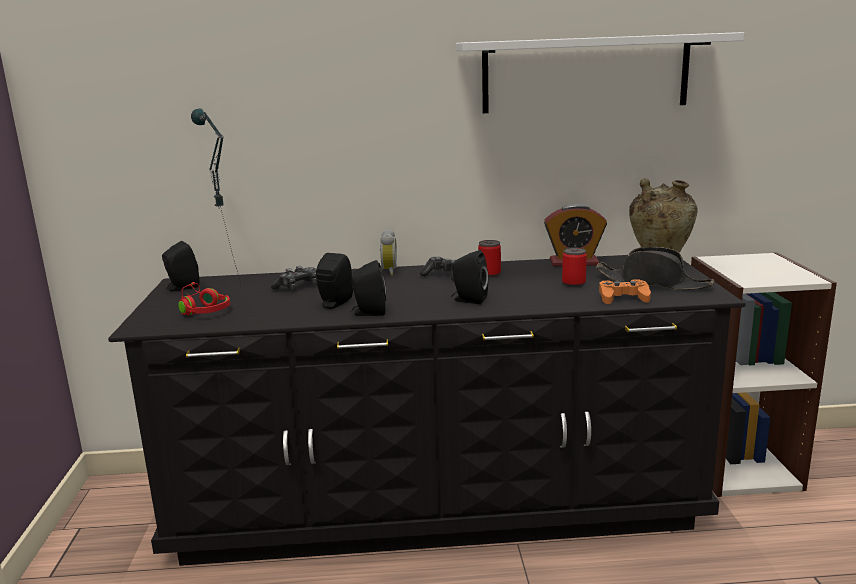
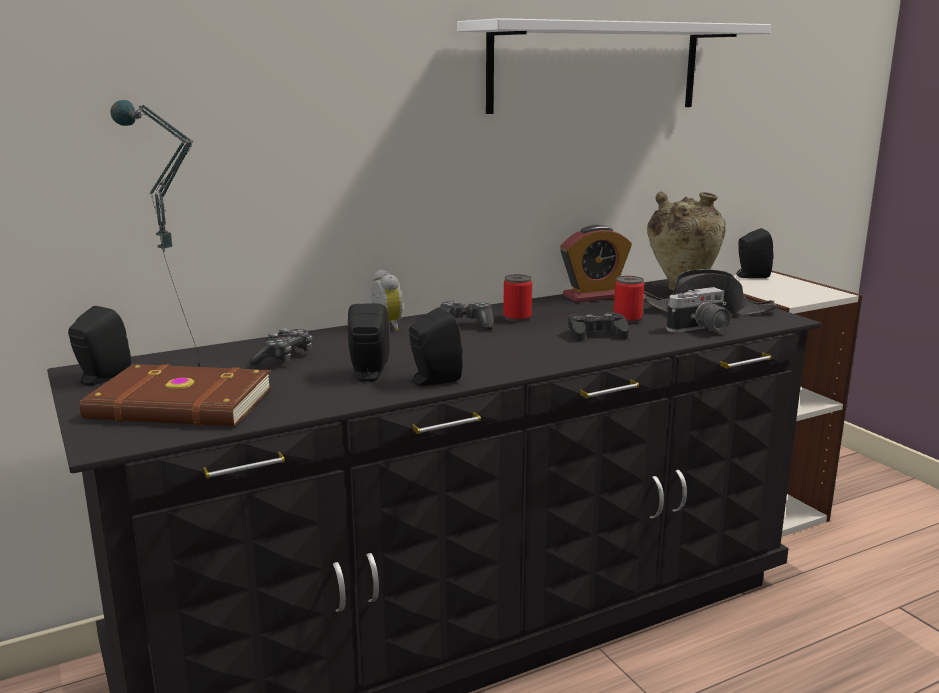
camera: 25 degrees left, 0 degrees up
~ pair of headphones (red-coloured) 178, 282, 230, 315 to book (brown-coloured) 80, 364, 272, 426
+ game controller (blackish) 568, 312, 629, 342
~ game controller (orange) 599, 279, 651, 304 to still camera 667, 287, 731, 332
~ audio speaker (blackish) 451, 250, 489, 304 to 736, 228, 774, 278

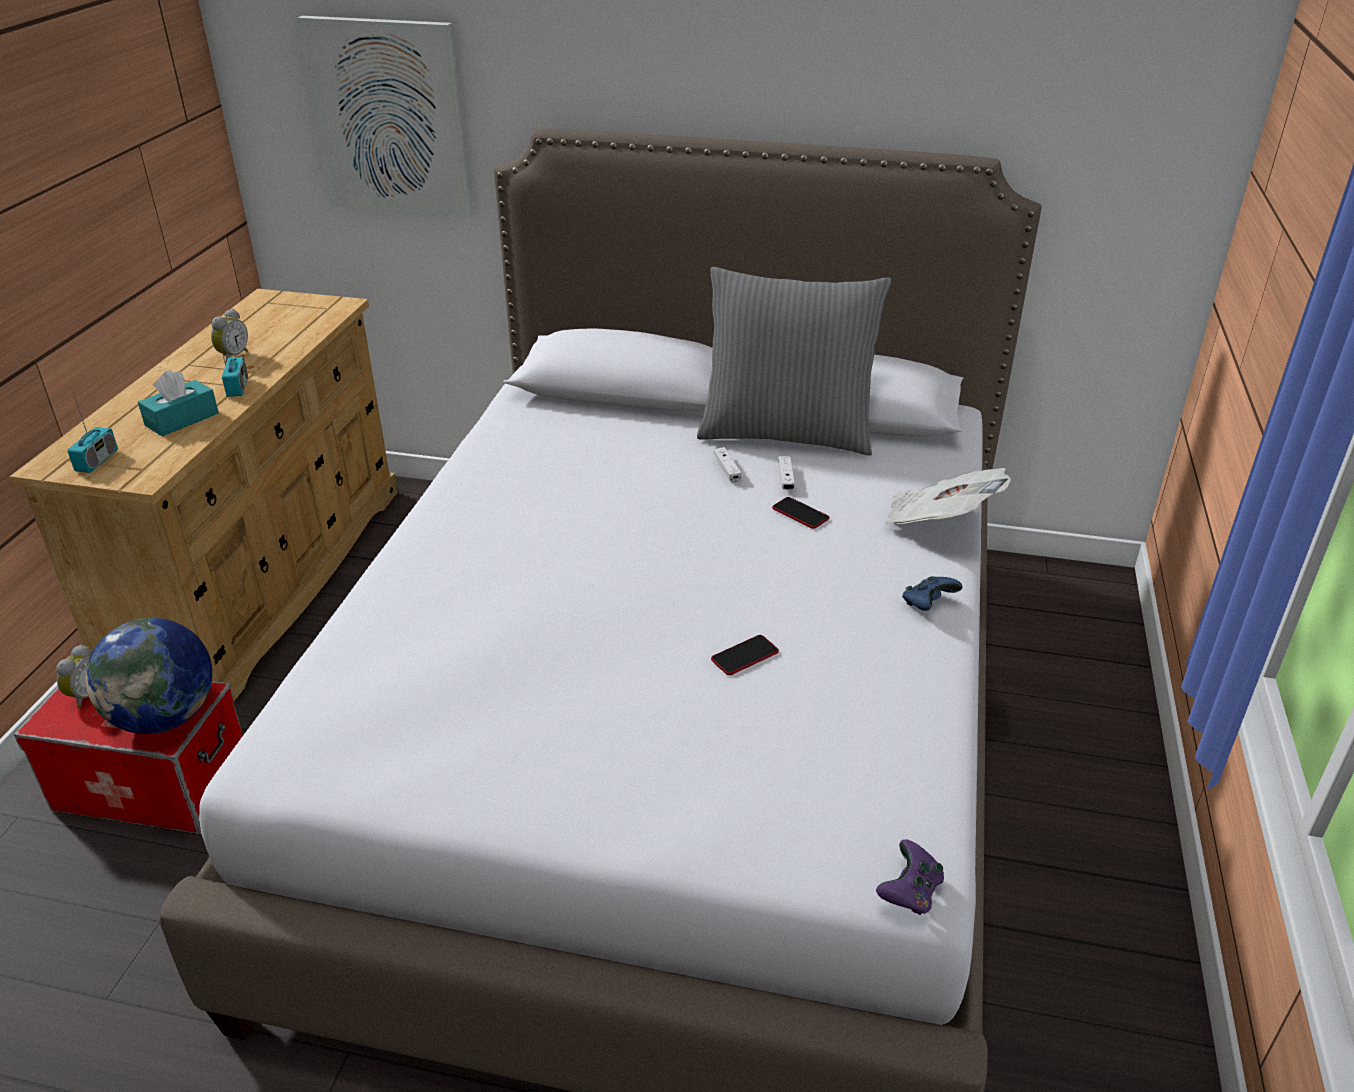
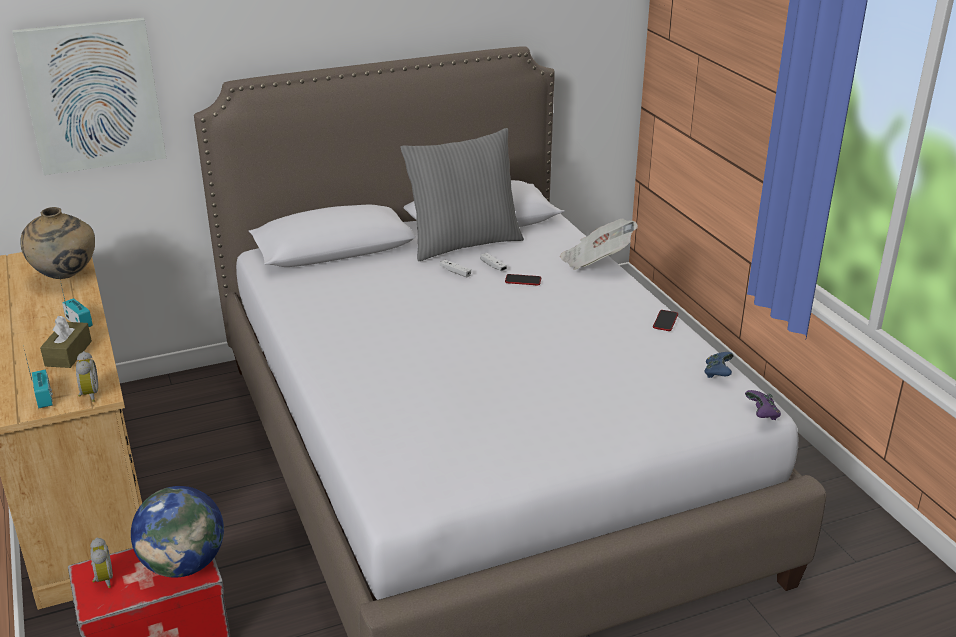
camera: 35 degrees left, 5 degrees down
+ flower vase (sand-coloured) 20, 207, 95, 279
~ tissue box (turquoise) 138, 370, 219, 436 to tissue box (brown-coloured) 40, 315, 92, 368
~ table clock 211, 309, 248, 363 to 76, 351, 98, 402
~ handset 711, 635, 779, 675 to 653, 310, 678, 331
~ game controller (blue-coloured) 902, 576, 963, 611 to 705, 352, 734, 378

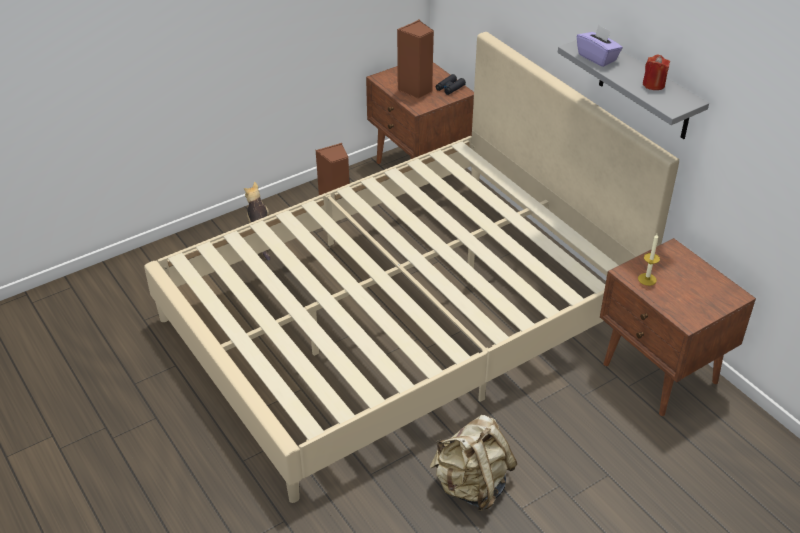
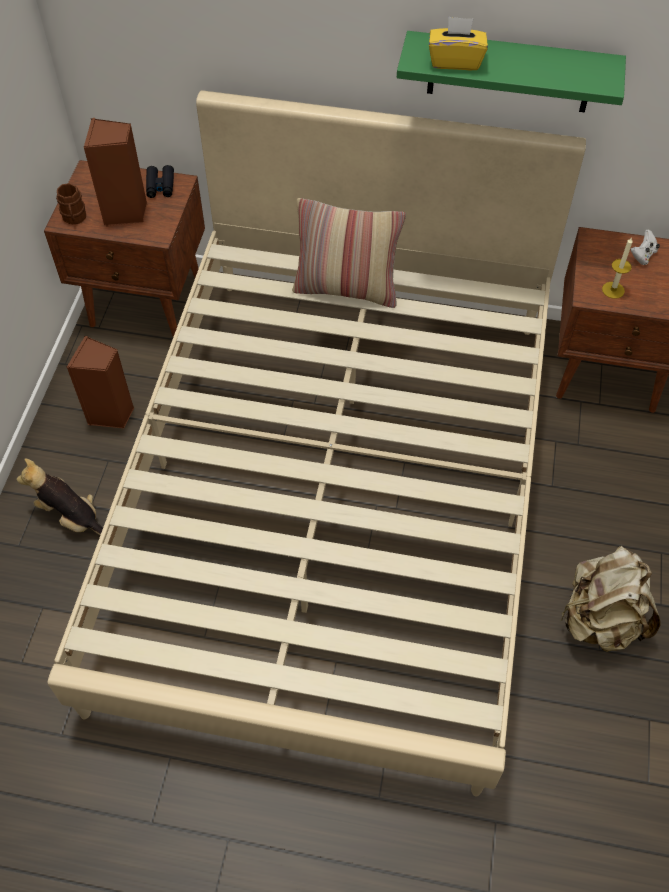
camera: 45 degrees left, 15 degrees up
+ tea mug (brown-coloured) 56, 183, 87, 225
+ cushion 292, 198, 406, 308
~ bracket shelf (grey) 558, 40, 709, 139 to bracket shelf (greenish) 397, 31, 626, 112
~ tissue box (purplish) 577, 25, 623, 67 to tissue box (yellow-coloured) 429, 16, 488, 70
+ game controller (whitish) 631, 229, 660, 265
- candle (red-coloured) 643, 55, 670, 90

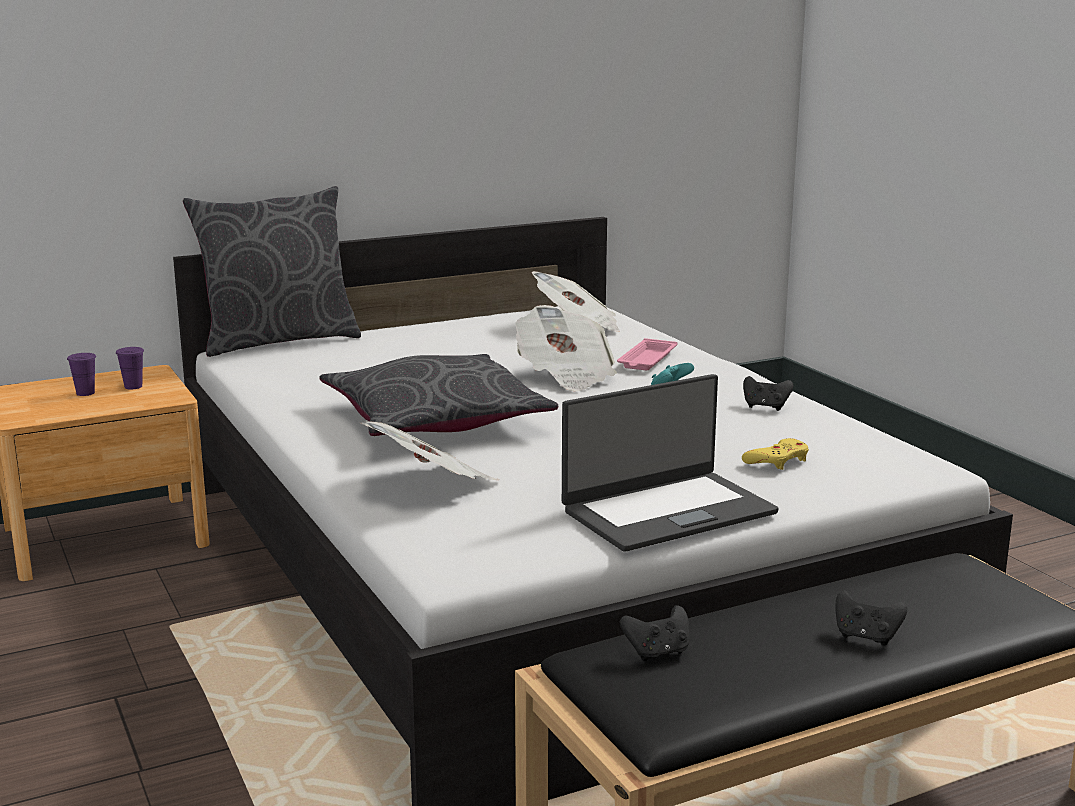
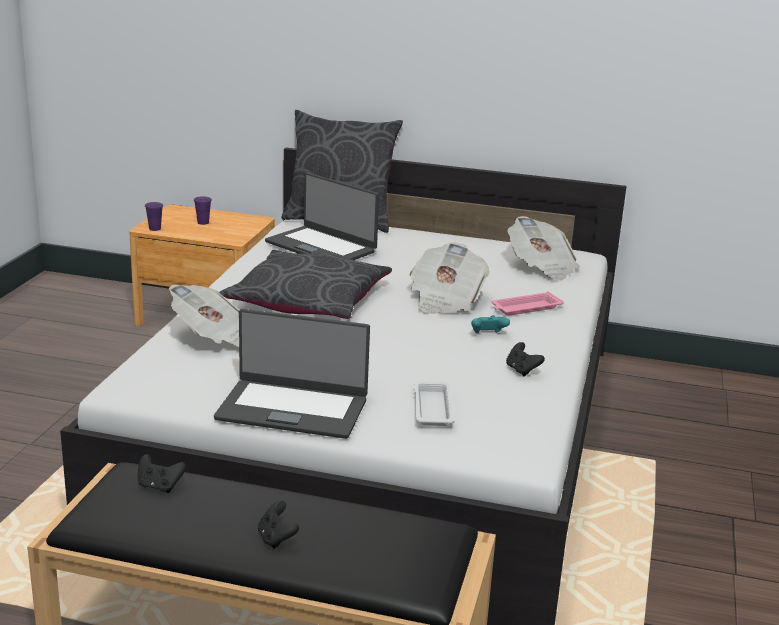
camera: 40 degrees right, 5 degrees up
~ small cup (purplish) 116, 347, 144, 389 to 145, 202, 163, 231
+ laptop 265, 173, 379, 260
~ game controller (yellow-coloured) 742, 438, 809, 470 to tray (whitish) 414, 381, 454, 426

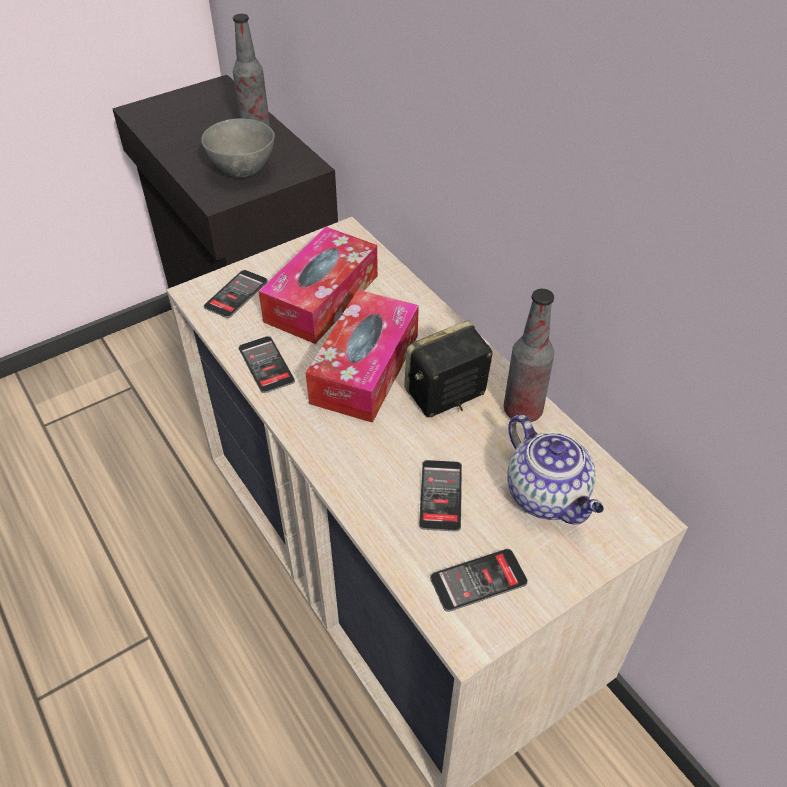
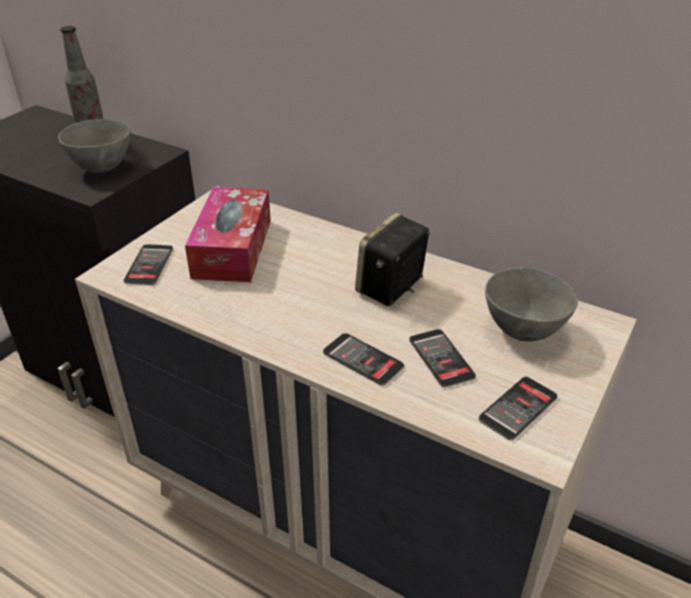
camera: 25 degrees left, 10 degrees down
~ handset 239, 336, 295, 393 to 323, 333, 404, 386
~ pot for tea 507, 415, 604, 525 to deep dish (grey) 485, 267, 578, 342
- tissue box 306, 290, 419, 423
- drink bottle 504, 289, 554, 422

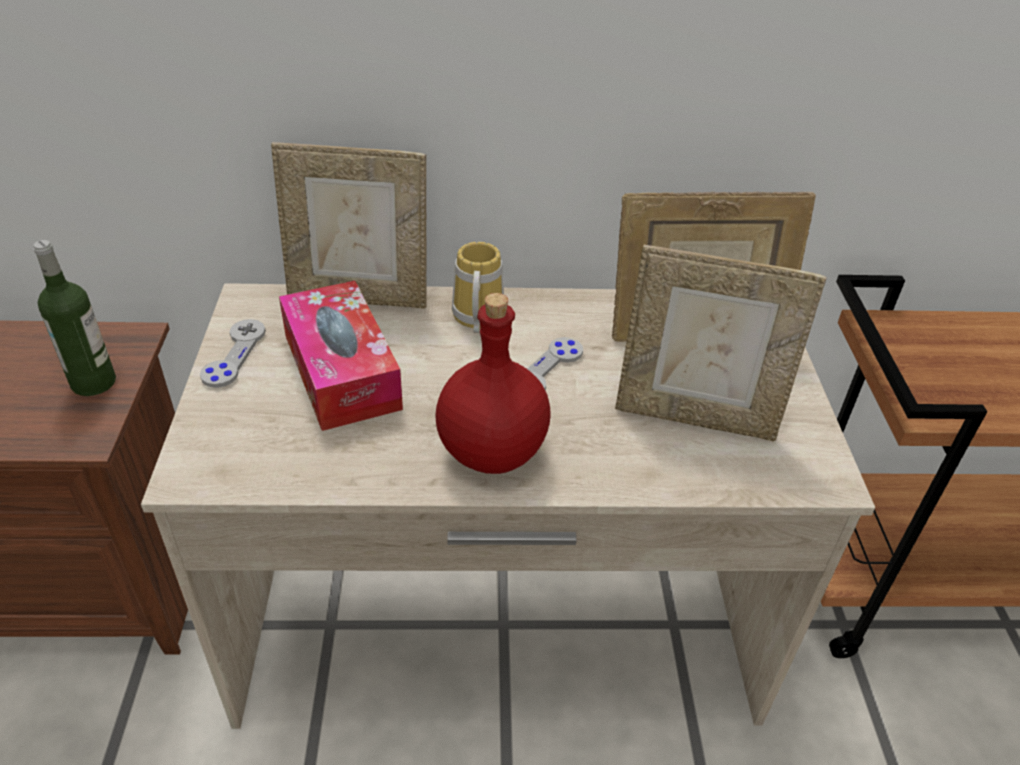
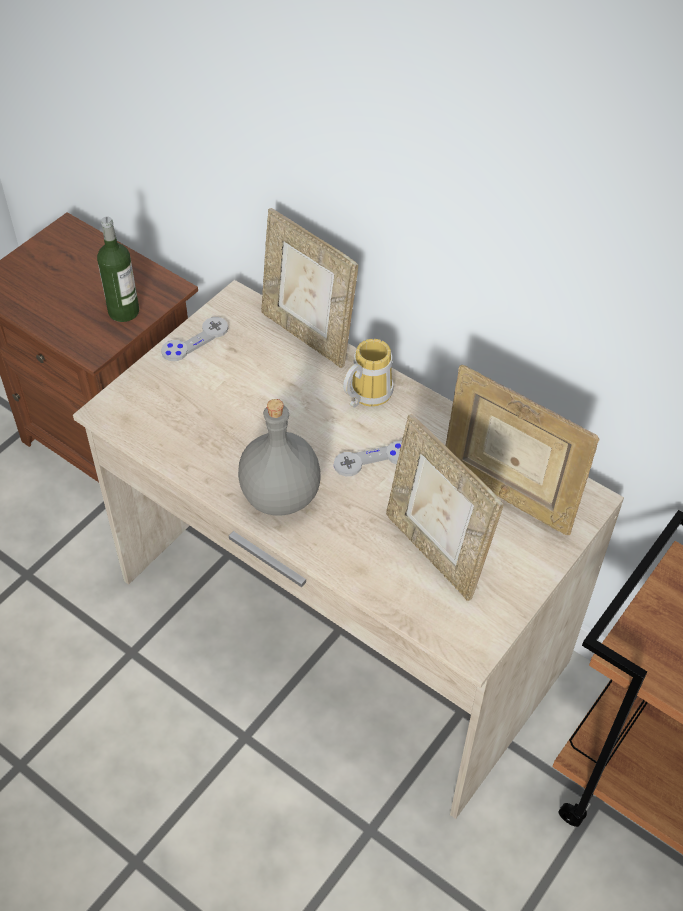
camera: 40 degrees right, 10 degrees up
~ drink bottle (red-coloured) 436, 293, 551, 474 to drink bottle (grey) 238, 399, 321, 516
- tissue box 279, 281, 403, 431

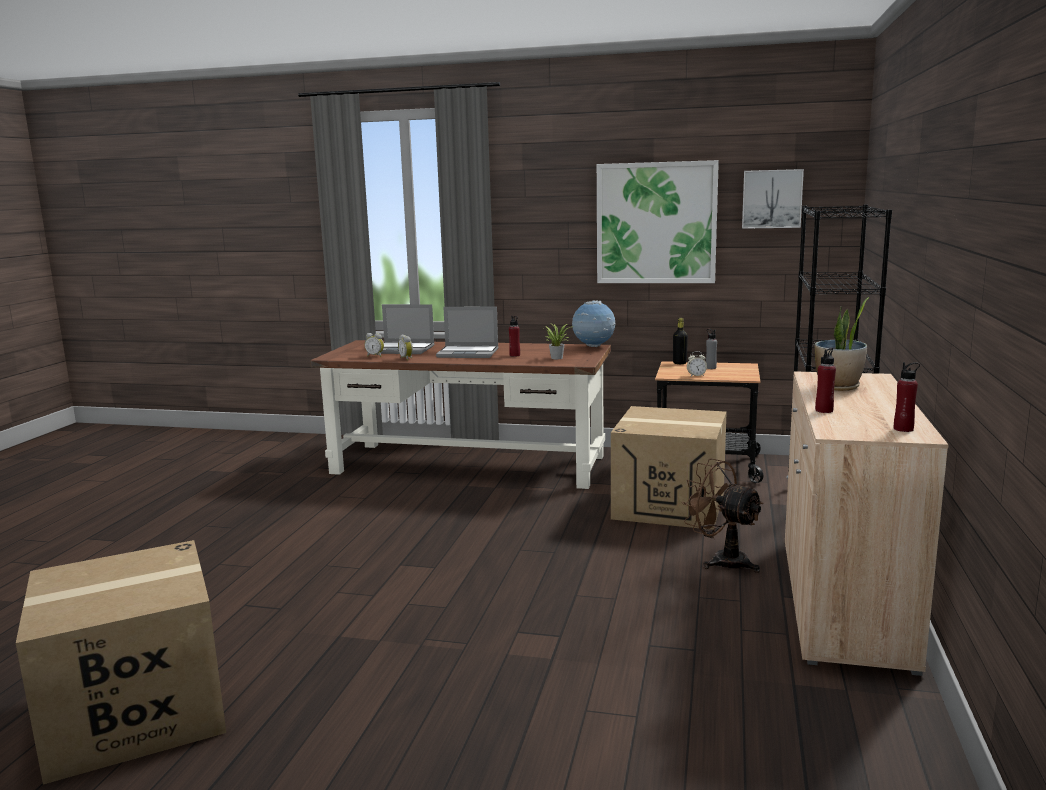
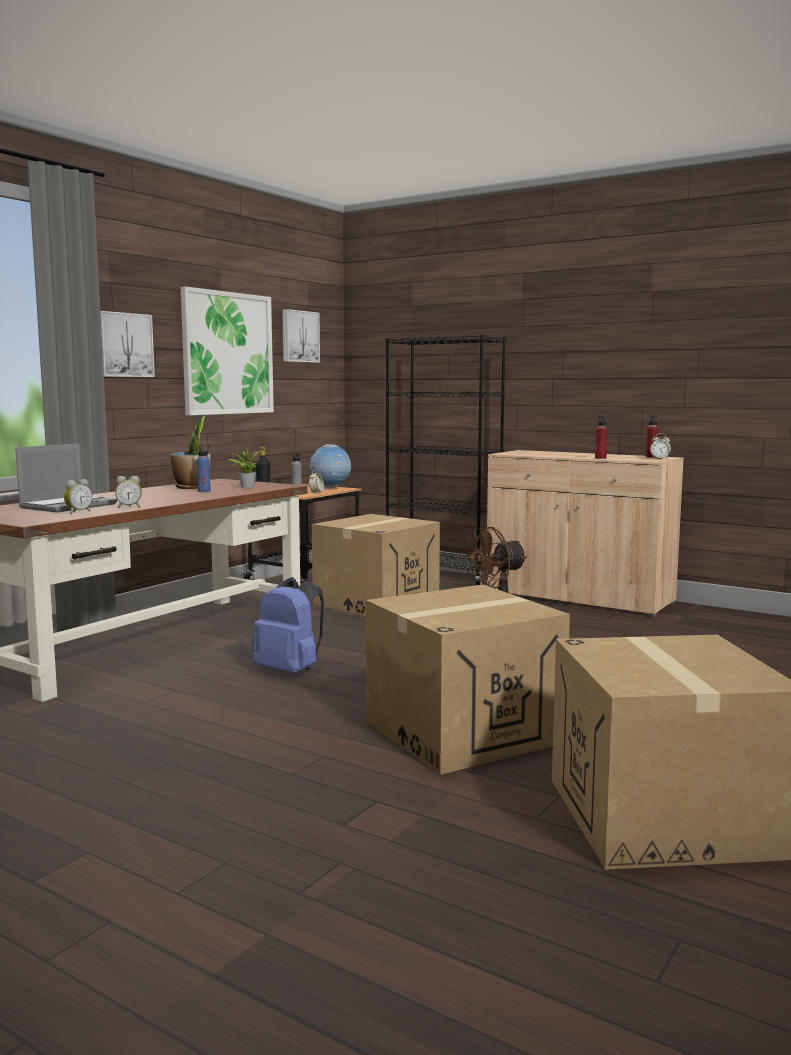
camera: 70 degrees left, 5 degrees down
+ wall art 100, 311, 155, 377
~ houseplant 815, 297, 869, 391 to 170, 416, 211, 489
~ drink bottle (red-coloured) 509, 316, 520, 357 to drink bottle (blue-coloured) 197, 445, 211, 492
+ knapsack (blue-coloured) 252, 577, 324, 673
~ globe 572, 300, 616, 347 to 310, 444, 352, 488
+ cardboard box 366, 585, 570, 775
+ table clock 650, 433, 671, 459
- laptop 436, 306, 498, 358

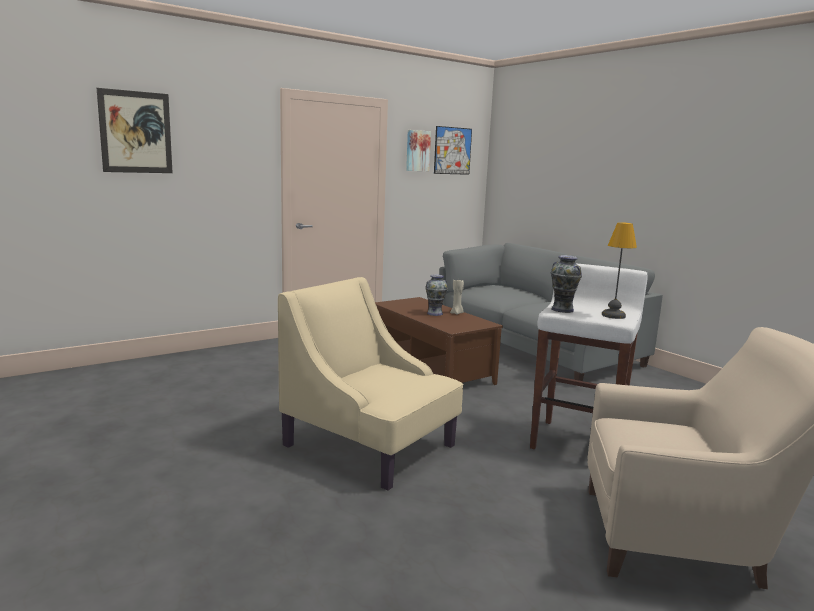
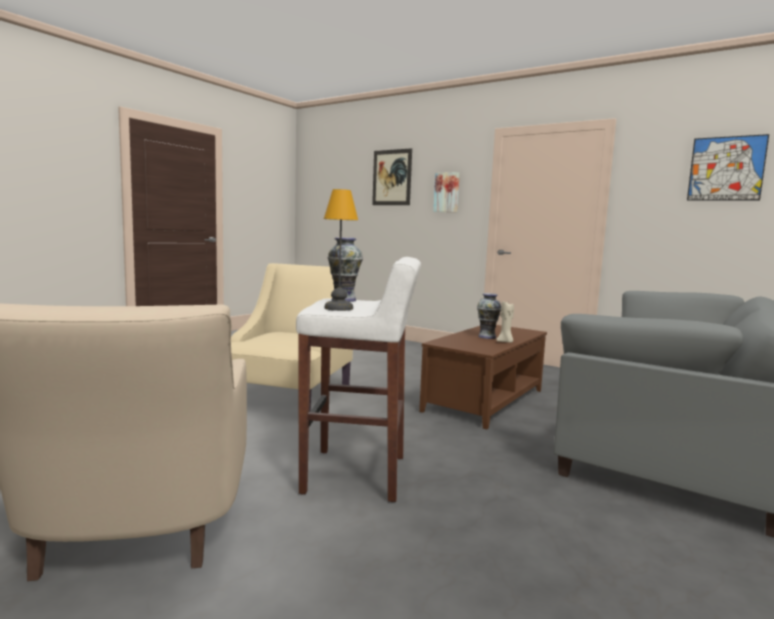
camera: 70 degrees right, 5 degrees down
~ wall art 406, 130, 431, 171 to 433, 172, 460, 212

